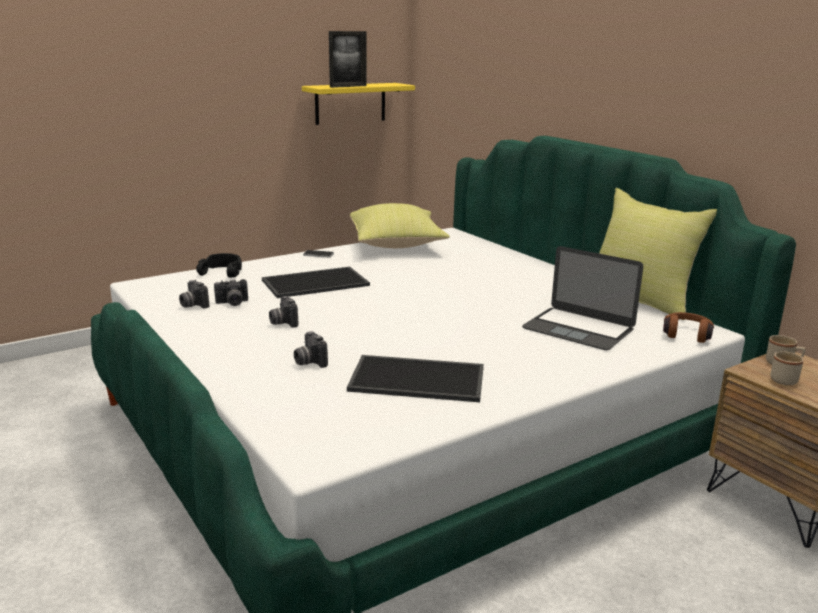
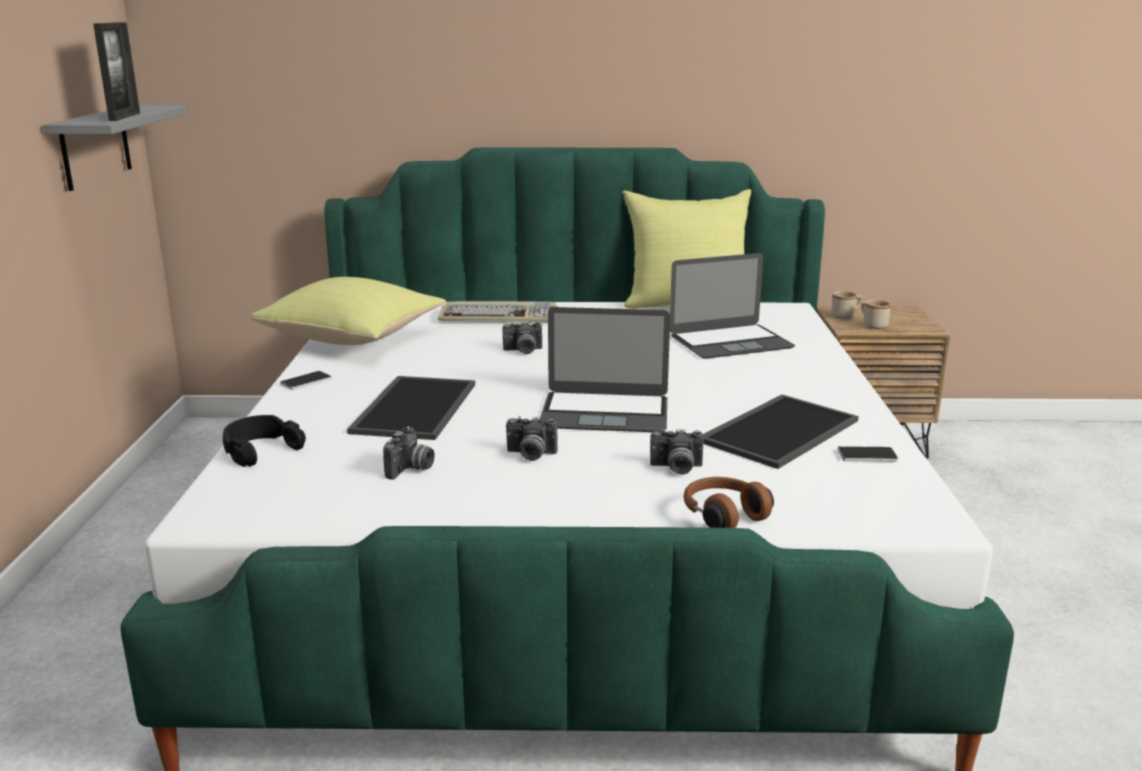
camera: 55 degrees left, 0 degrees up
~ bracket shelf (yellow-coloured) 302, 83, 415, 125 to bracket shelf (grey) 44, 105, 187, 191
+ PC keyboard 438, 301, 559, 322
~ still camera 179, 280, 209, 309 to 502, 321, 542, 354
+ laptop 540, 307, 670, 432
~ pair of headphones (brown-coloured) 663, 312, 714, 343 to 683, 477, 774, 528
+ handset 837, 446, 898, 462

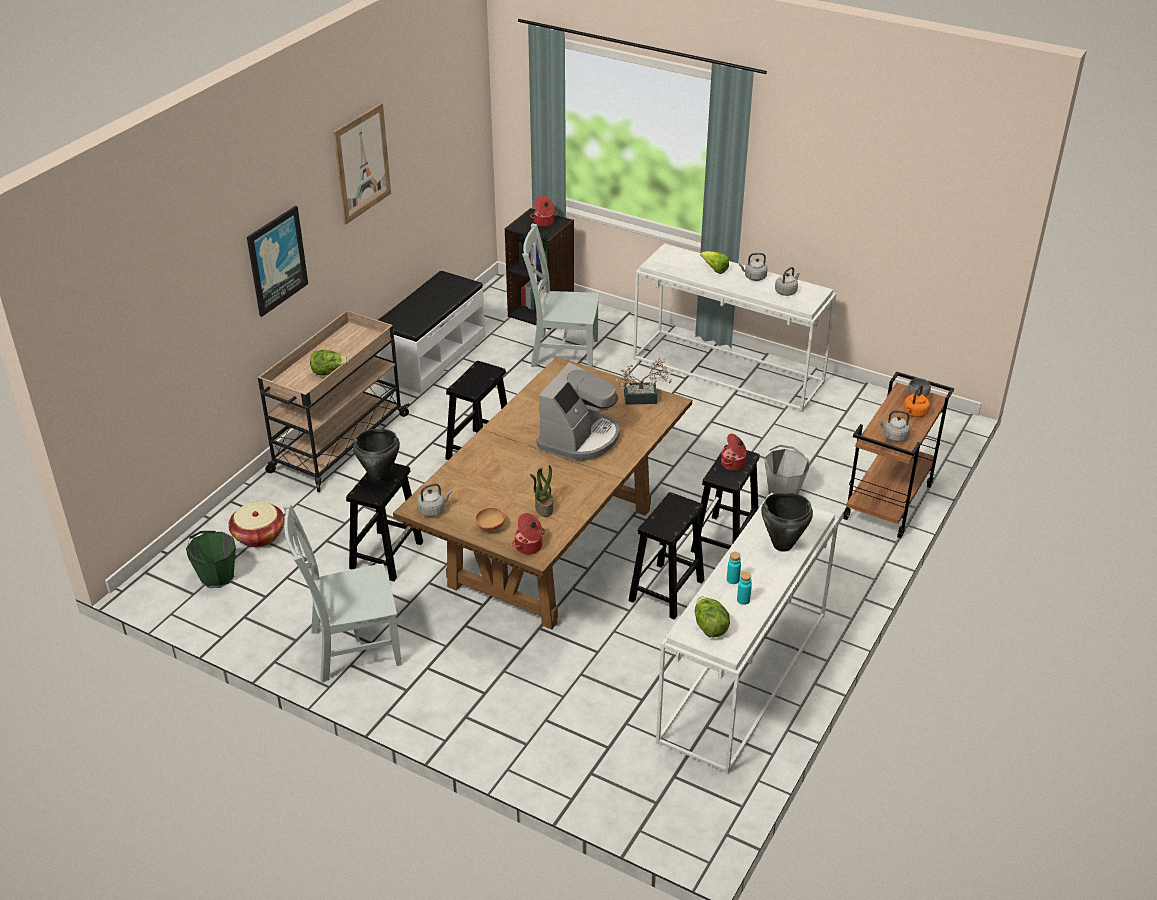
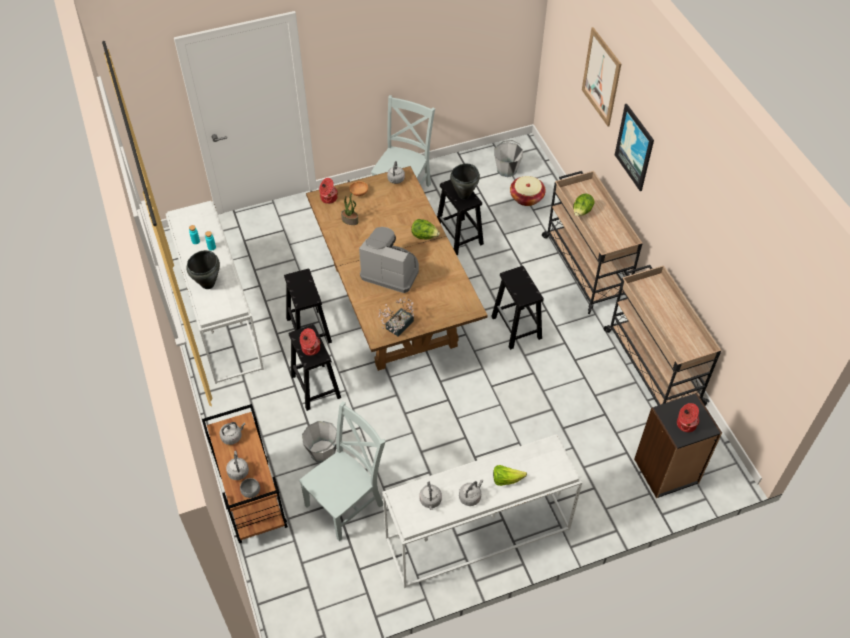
camera: 130 degrees right, 15 degrees up
~ water kettle (orange) 904, 385, 930, 417 to water kettle (grey) 226, 451, 249, 480
~ upright chair (grey) 522, 223, 599, 368 to 299, 401, 386, 541
~ coffee maker 537, 363, 620, 461 = 359, 227, 419, 293 135 degrees clockwise
~ head of lettuce 695, 597, 730, 637 to 411, 219, 440, 239
~ water bucket (greenish) 186, 531, 236, 588 to water bucket (grey) 494, 140, 523, 177
~ wall art 333, 103, 391, 225 to 582, 27, 621, 126
~ indoor bench (whitish) 376, 271, 485, 394 to wheeled cart (sand-coloured) 604, 265, 721, 406

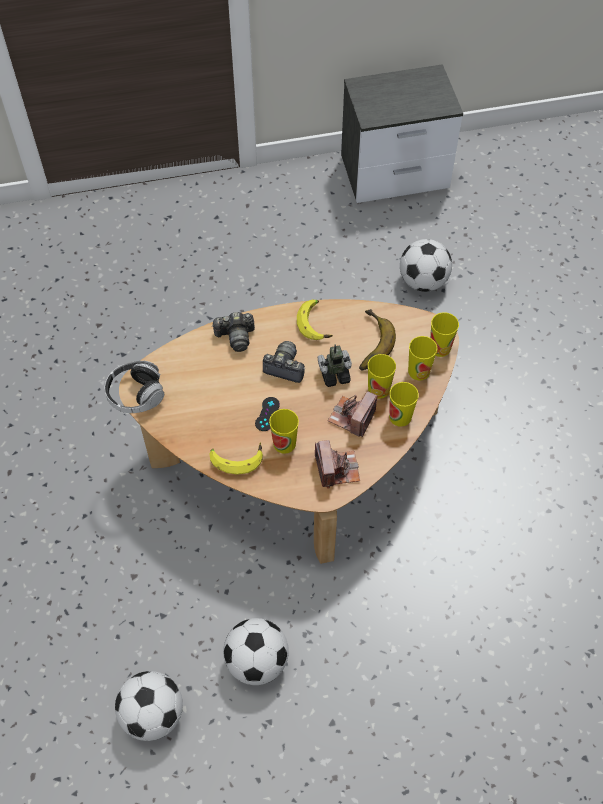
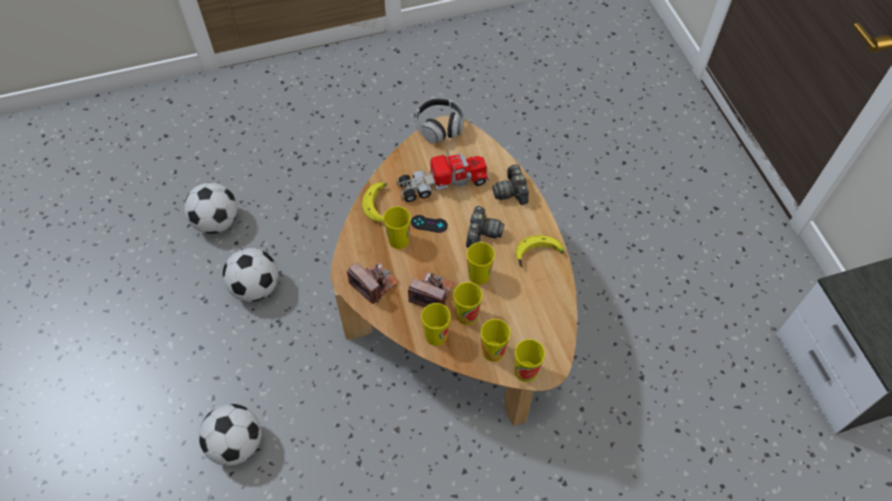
camera: 85 degrees right, 0 degrees up
~ football 400, 239, 452, 292 to 199, 404, 261, 466
~ still camera 315, 440, 360, 489 = 347, 261, 399, 304 120 degrees counterclockwise
+ toy truck 396, 149, 489, 202
~ toy robot 318, 344, 352, 387 to small cup 467, 242, 495, 285
- banana fruit 359, 309, 396, 370

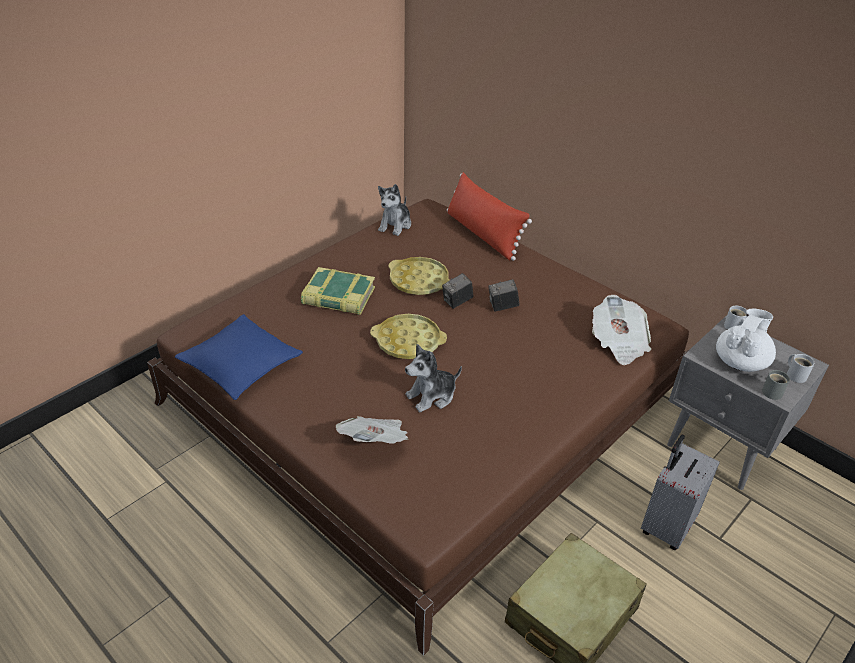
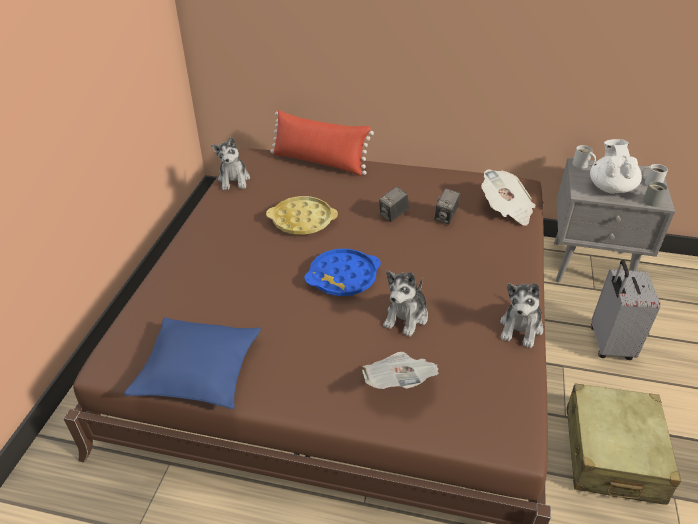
camera: 30 degrees left, 0 degrees up
~ tray (yellow-coloured) 370, 314, 447, 359 to tray (blue-coloured) 304, 249, 381, 296
~ still camera 442, 273, 474, 309 to 435, 188, 460, 224
+ plush toy 500, 283, 543, 348
- book 301, 267, 375, 315

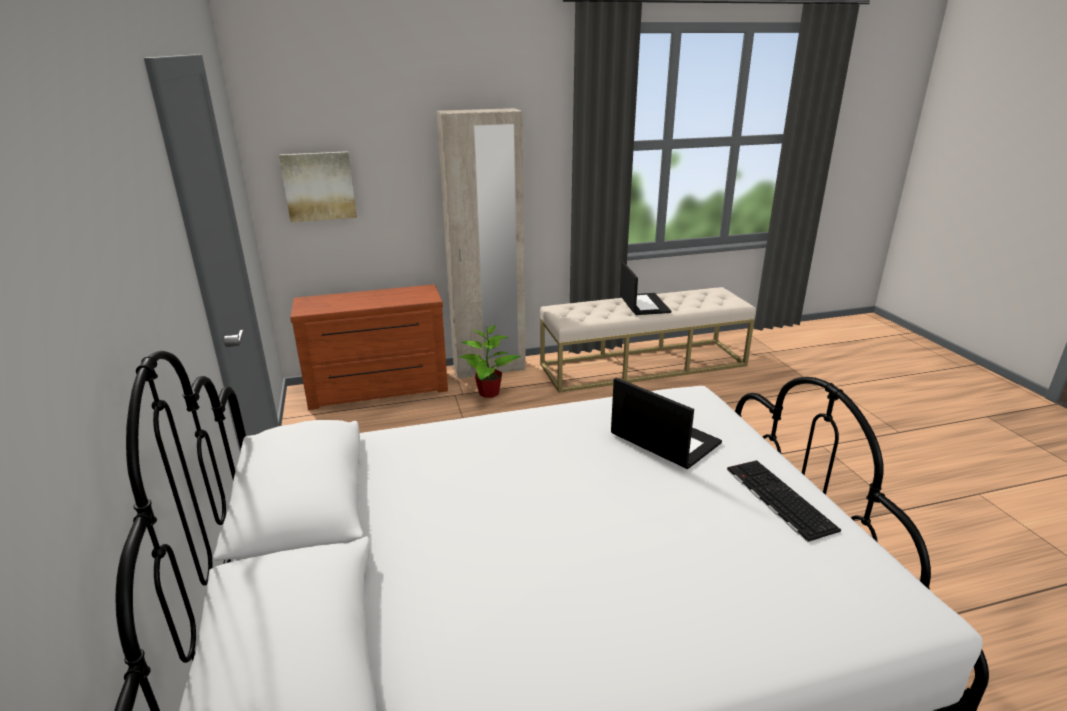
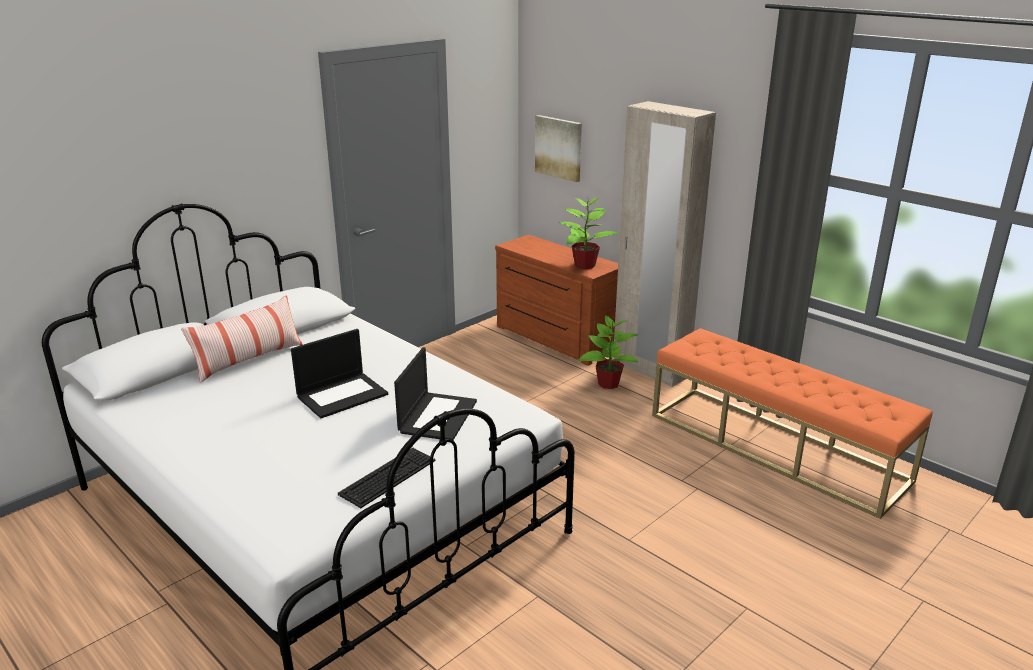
camera: 60 degrees right, 0 degrees up
+ cushion 181, 295, 303, 383
~ laptop 620, 262, 671, 315 to 291, 329, 388, 419
+ houseplant 558, 197, 620, 269
~ indoor bench (sand-coloured) 540, 287, 756, 393 to indoor bench (orange) 652, 328, 932, 519

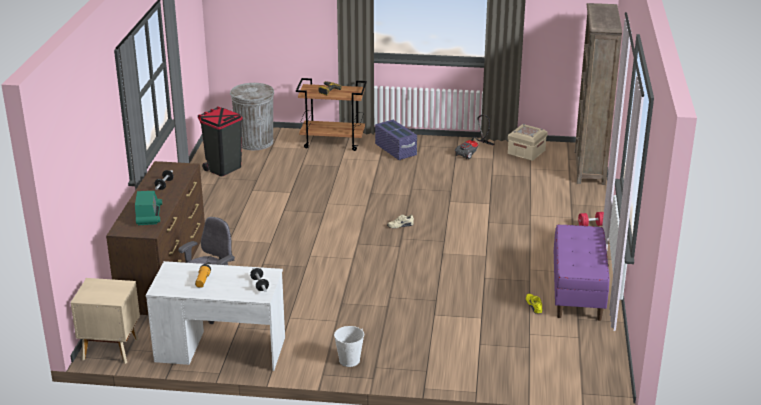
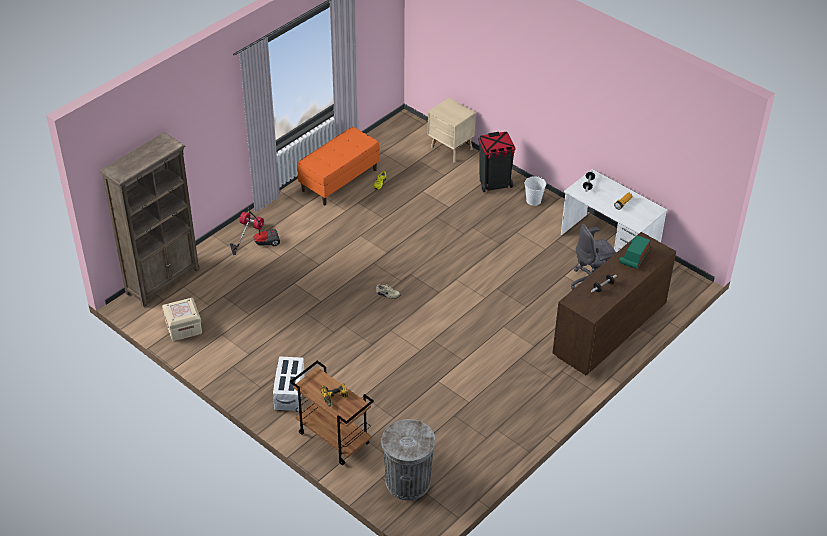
camera: 145 degrees left, 15 degrees up
~ vacuum cleaner 455, 114, 495, 159 to 230, 207, 280, 255
~ storage container (purplish) 375, 120, 417, 160 to storage container (whitish) 273, 357, 305, 411
~ indoor bench (purplish) 554, 225, 609, 321 to indoor bench (orange) 297, 127, 380, 205
~ night table (sand-coloured) 70, 278, 140, 364 to 428, 98, 476, 162
~ trash can (blackish) 198, 107, 243, 176 to 479, 132, 516, 192

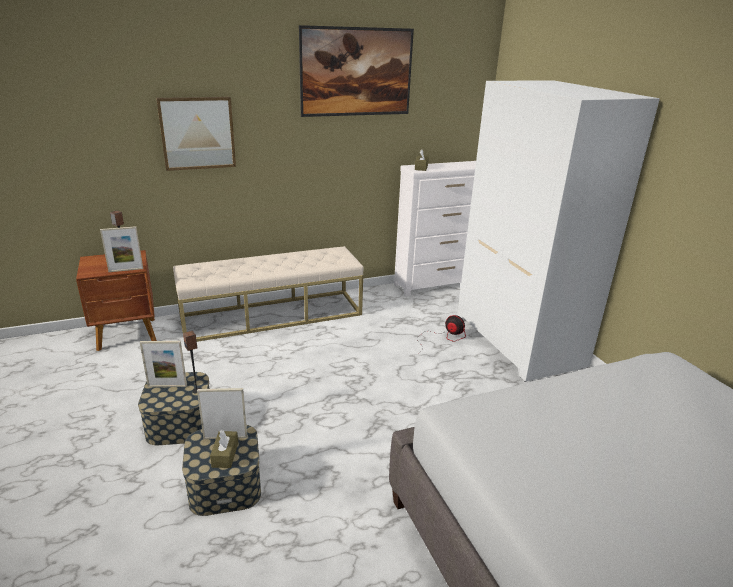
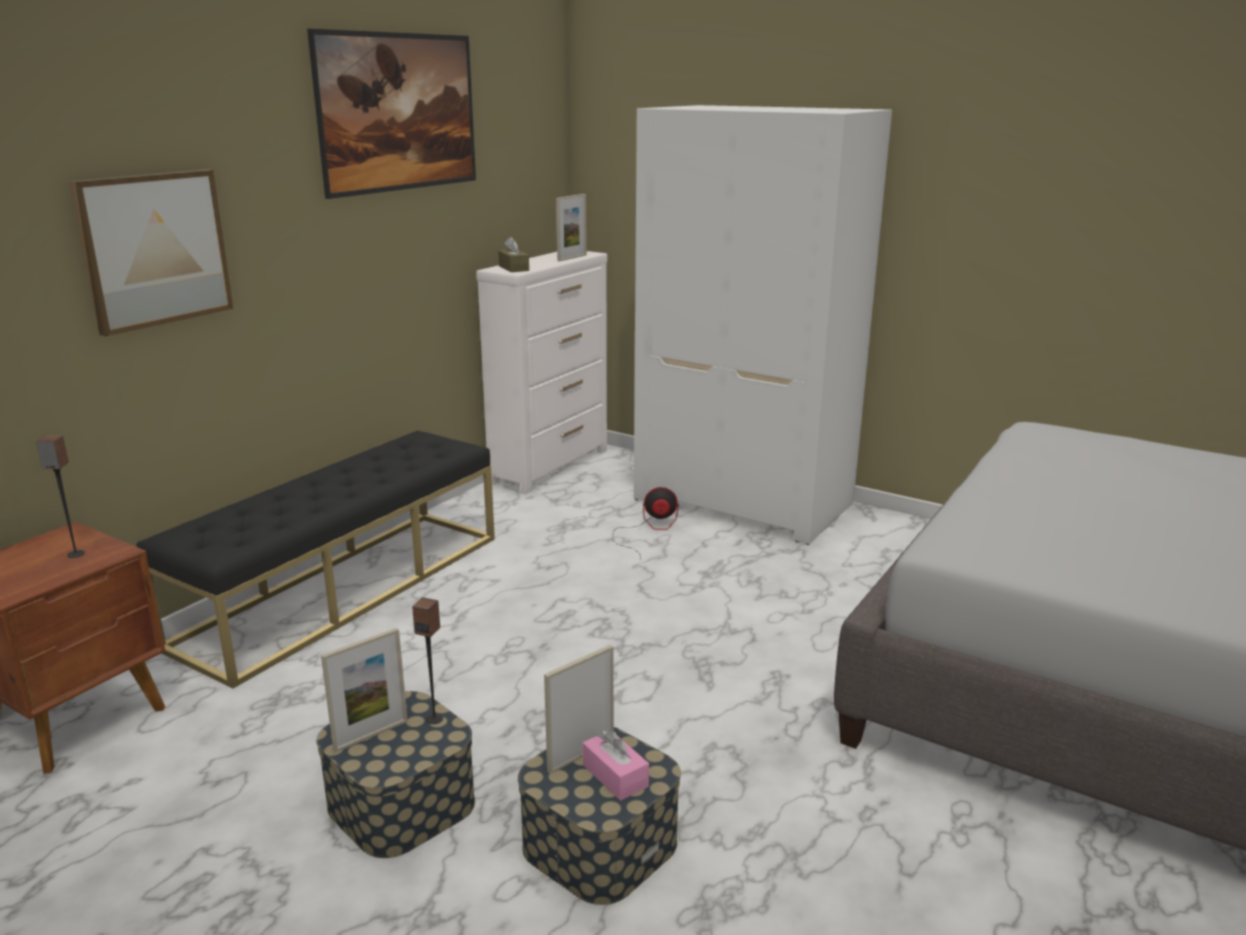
camera: 35 degrees left, 5 degrees down
~ indoor bench (sand-coloured) 173, 246, 363, 342 to indoor bench (blackish) 137, 430, 495, 689
~ photo frame 100, 226, 143, 272 to 556, 194, 587, 261
~ tissue box (brown-coloured) 210, 430, 238, 468 to tissue box (pink-coloured) 583, 729, 649, 801

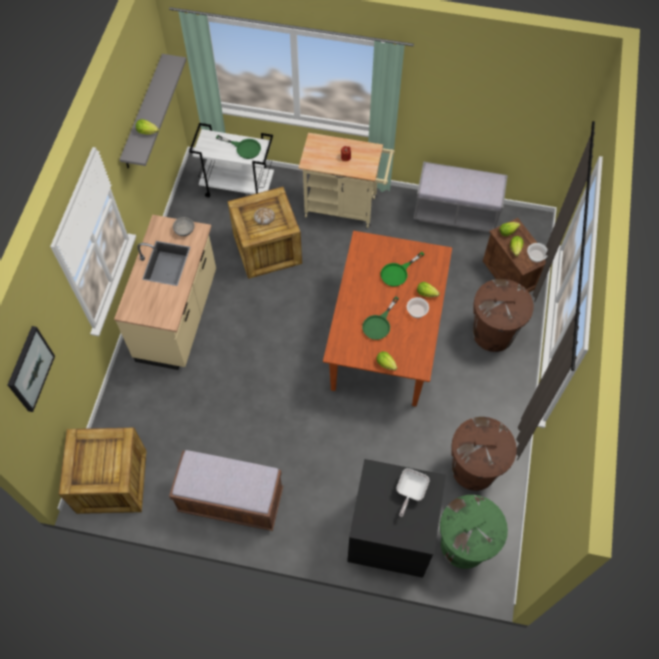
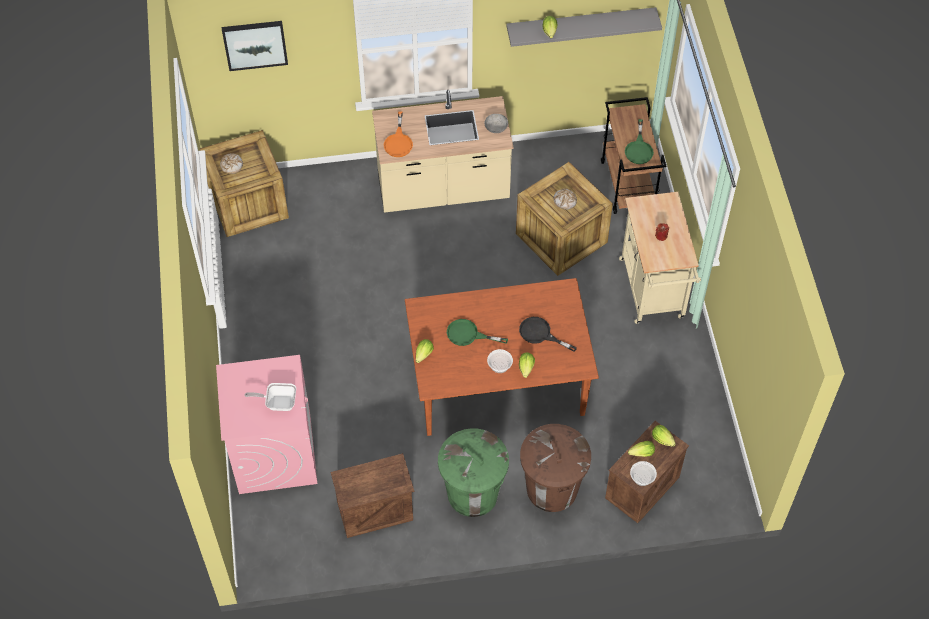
camera: 70 degrees right, 5 degrees down
~ laundry machine (blackish) 347, 459, 446, 578 to laundry machine (pink-coloured) 216, 355, 317, 494
+ bakery bread 220, 153, 243, 174
~ trash can (brown-coloured) 452, 417, 517, 491 to packing crate 331, 453, 414, 538
+ frying pan (orange) 384, 111, 413, 157
~ trash can (greenish) 440, 495, 508, 569 to 438, 428, 509, 517
~ frying pan (greenish) 381, 251, 424, 286 to frying pan (blackish) 519, 317, 577, 352
~ wheeled cart (whitish) 189, 123, 274, 197 to wheeled cart (brown-coloured) 601, 97, 666, 214
- indoor bench (brown-coloured) 169, 450, 283, 531
- indoor bench (grey) 413, 161, 508, 233

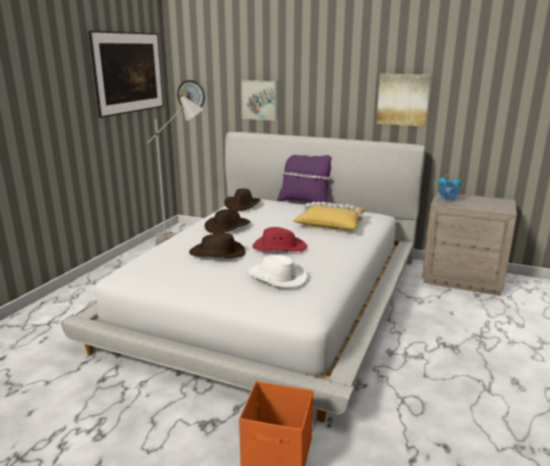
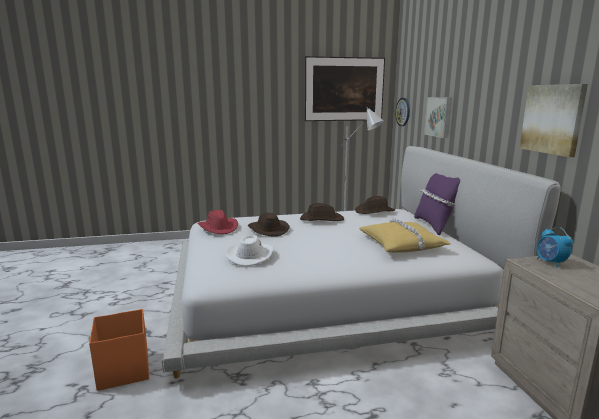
camera: 55 degrees right, 5 degrees down
~ clothing hat (red-coloured) 252, 227, 307, 251 to 198, 210, 238, 234

